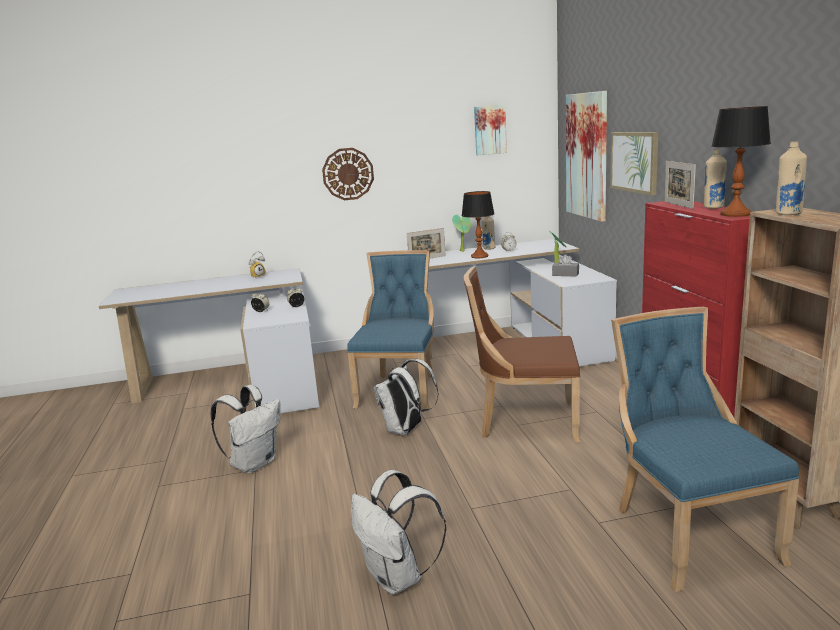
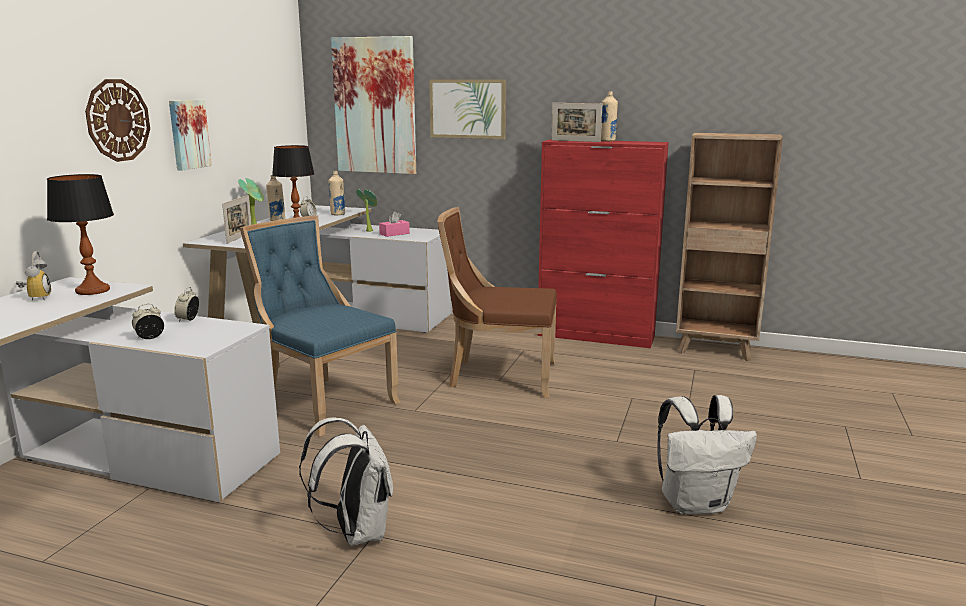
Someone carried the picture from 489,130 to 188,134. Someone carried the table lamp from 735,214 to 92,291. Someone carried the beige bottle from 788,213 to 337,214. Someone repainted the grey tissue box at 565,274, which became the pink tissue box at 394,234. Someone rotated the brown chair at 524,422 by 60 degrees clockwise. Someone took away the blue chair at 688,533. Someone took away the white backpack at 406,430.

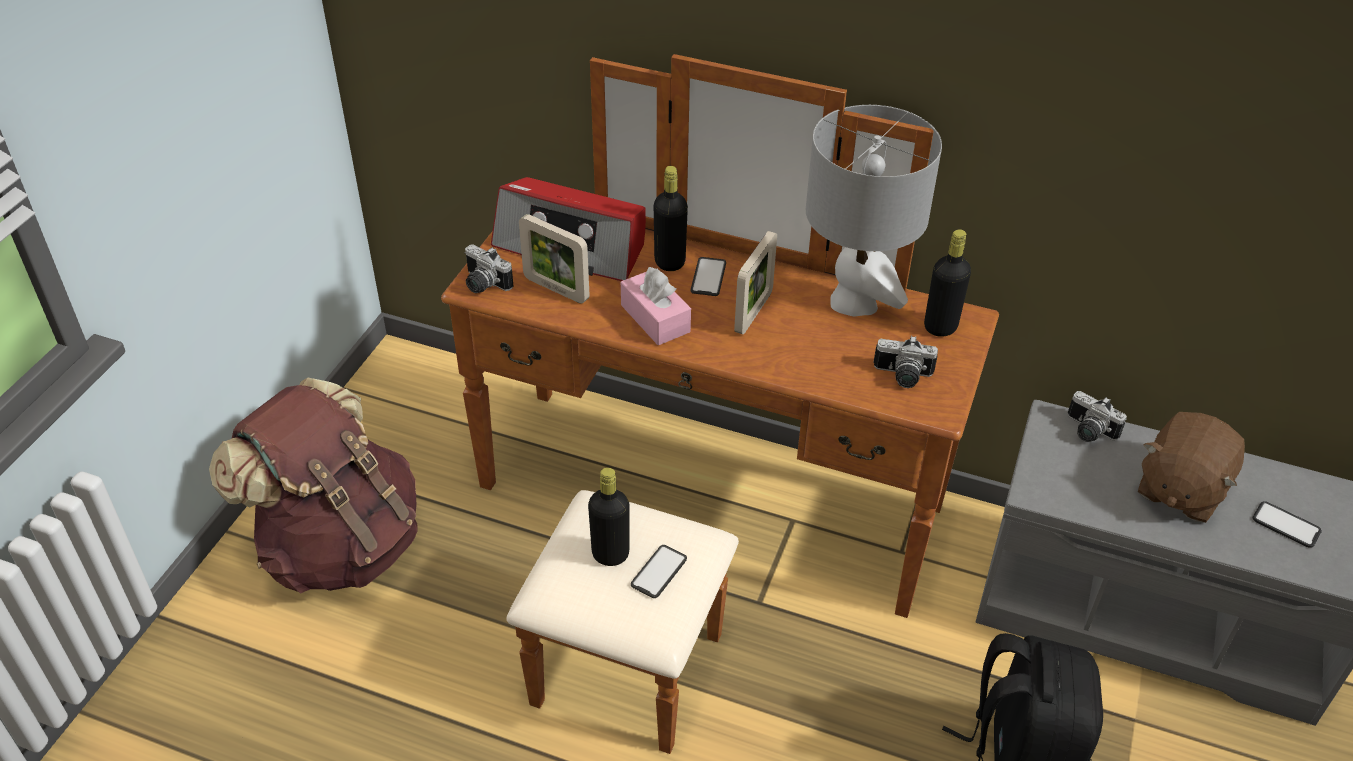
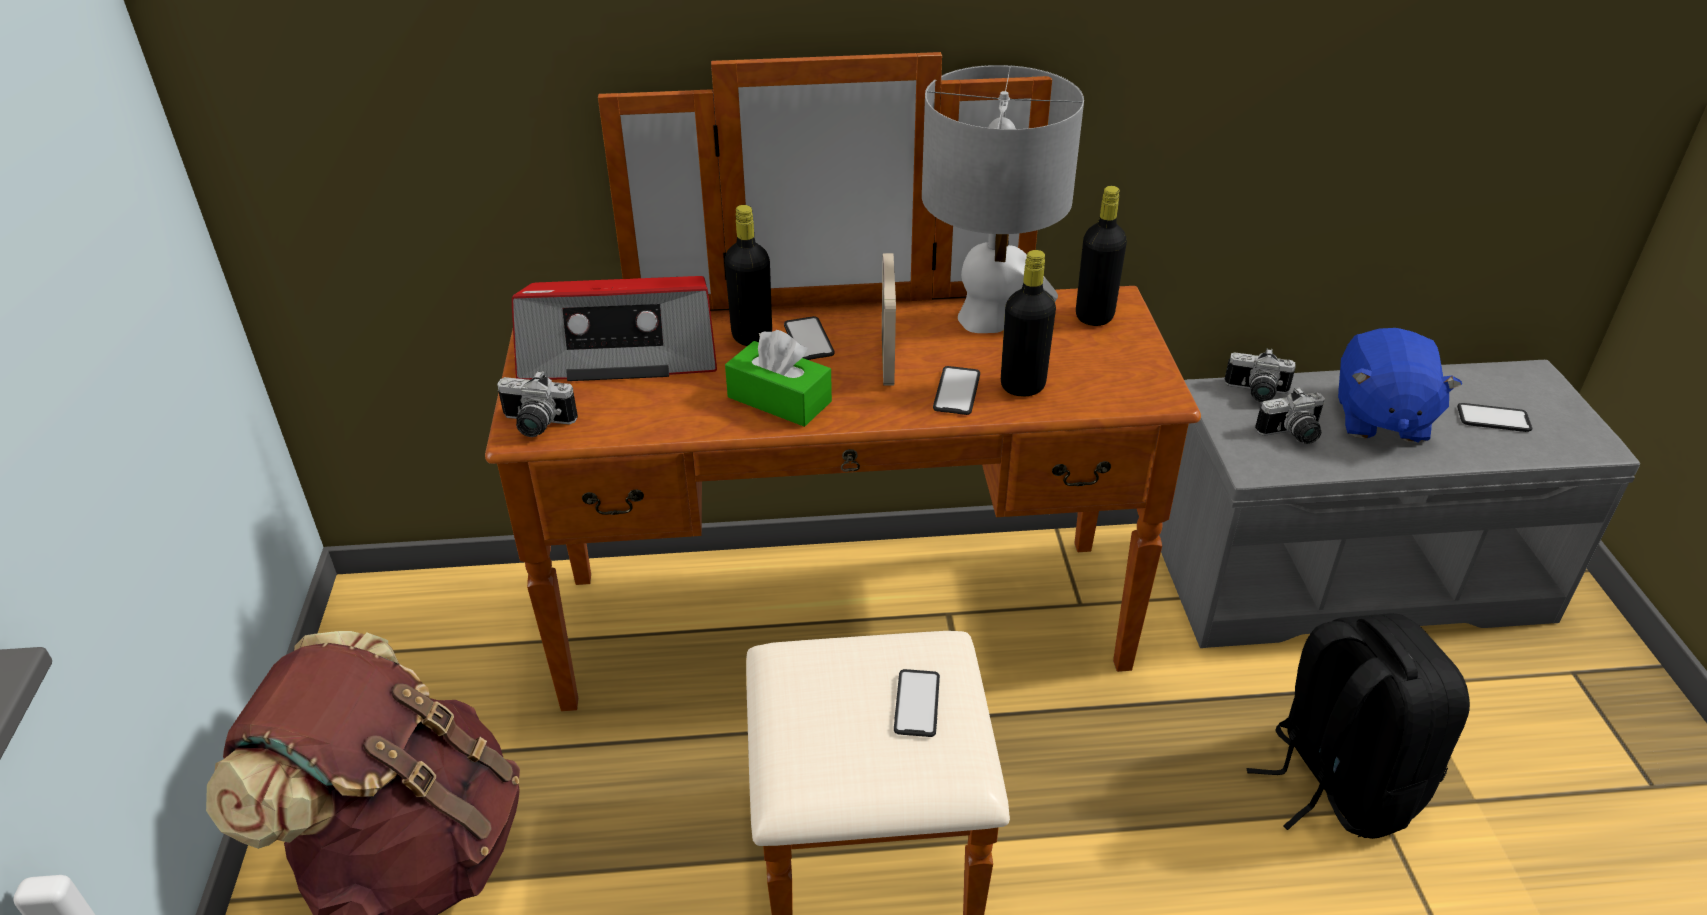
Someone took away the picture frame at 556,289. Someone repainted the pink tissue box at 655,318, which became the green tissue box at 779,399. Someone carried the photo camera from 902,377 to 1293,435. Someone repainted the brown plush toy at 1180,489, which became the blue plush toy at 1379,418. Someone carried the black bottle from 610,554 to 1022,386. Someone put down the phone at 956,391.

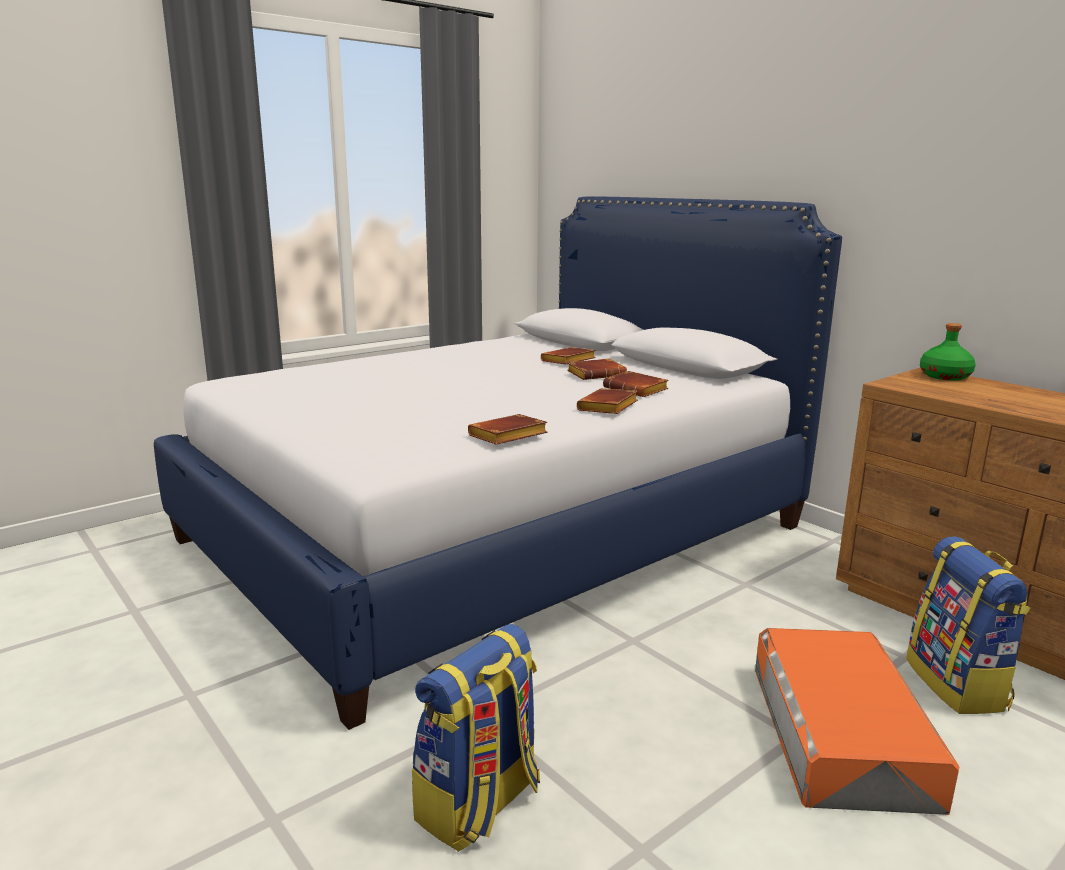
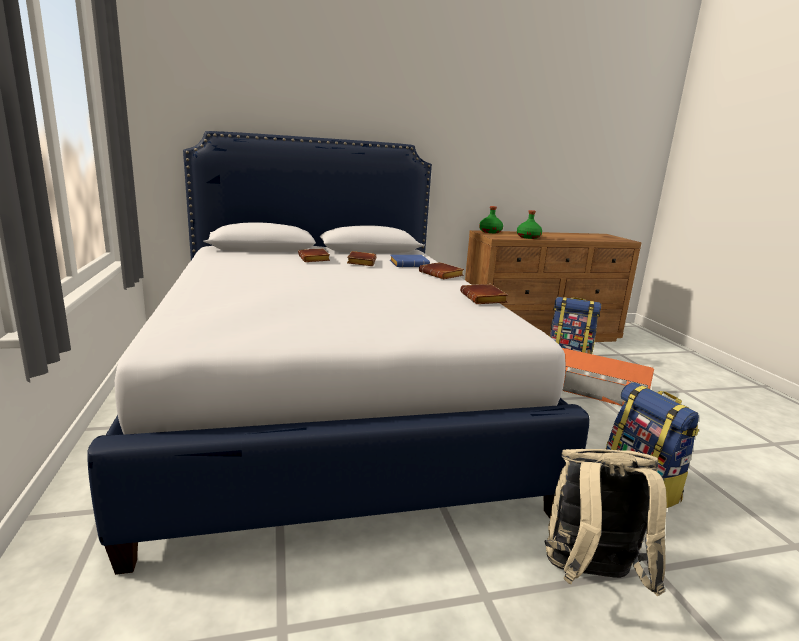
Someone repainted the brown book at 637,390, which became the blue book at 410,264. Someone put down the green bottle at 528,237. Someone put down the beige backpack at 589,576.

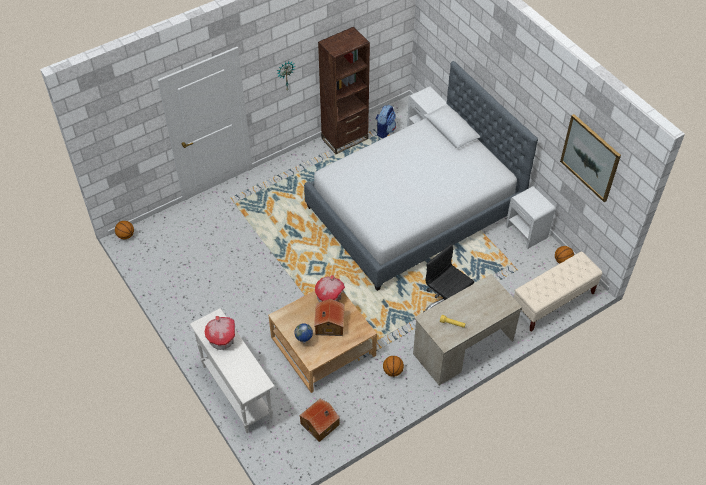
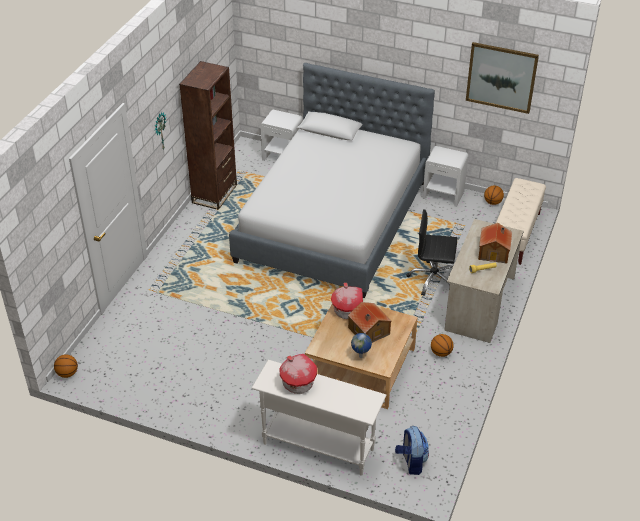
Someone carried the backpack from 384,130 to 411,462. Someone carried the toy house from 320,424 to 494,251.

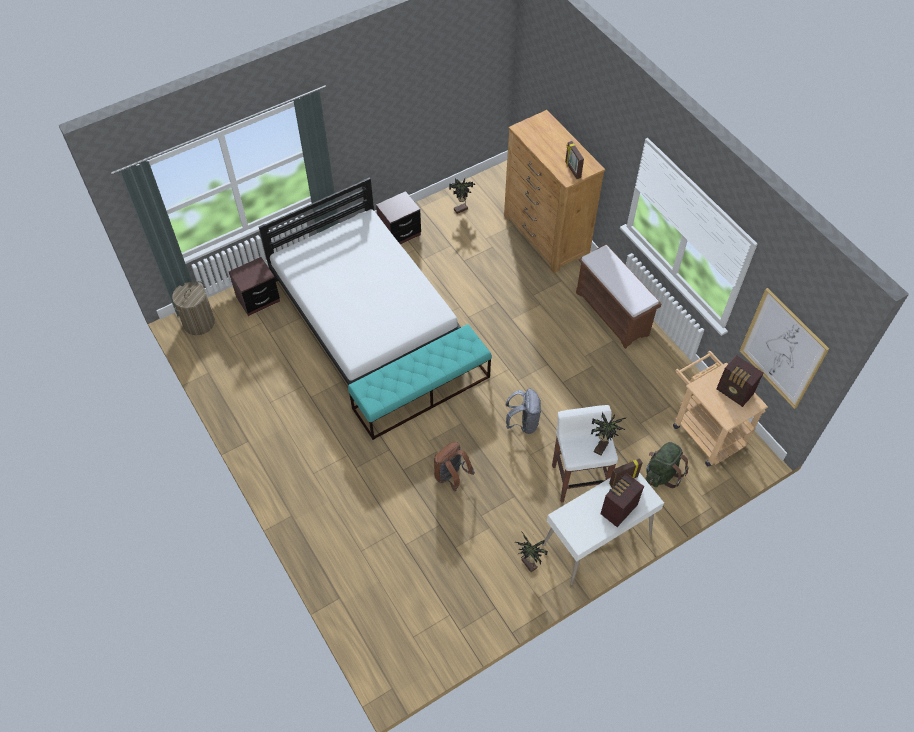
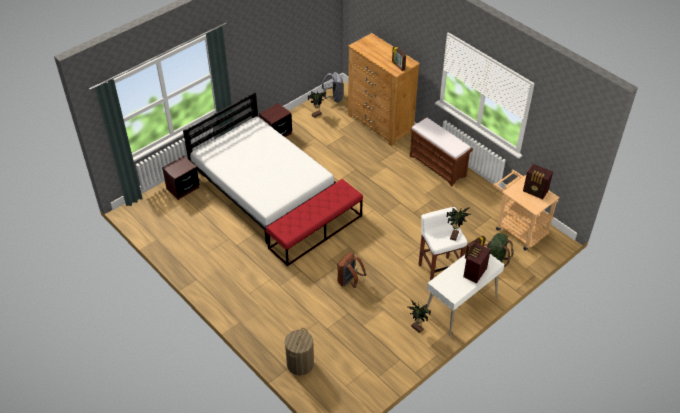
Someone carried the laundry basket from 199,322 to 300,364. Someone took away the picture at 782,349. Someone repainted the turquoise bench at 422,392, which became the red bench at 316,232. Someone carried the grey backpack from 523,423 to 333,98.

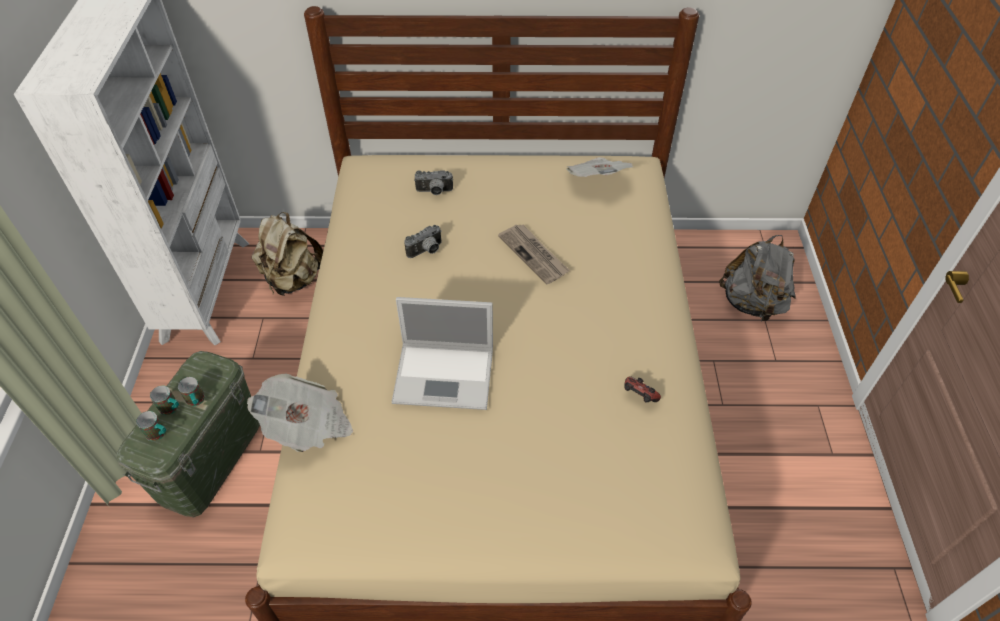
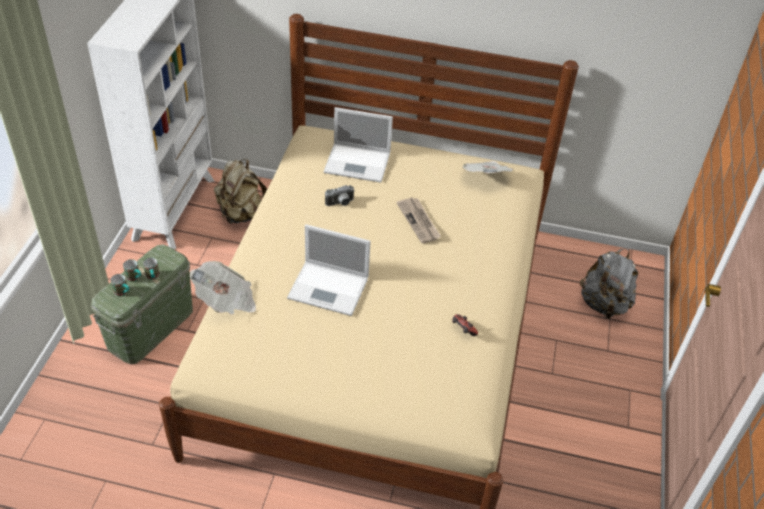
Someone swapped the photo camera at 434,192 for the laptop at 358,163.

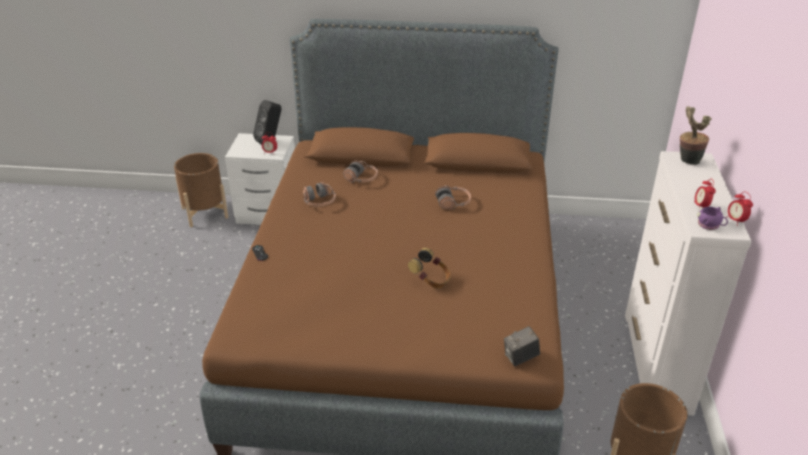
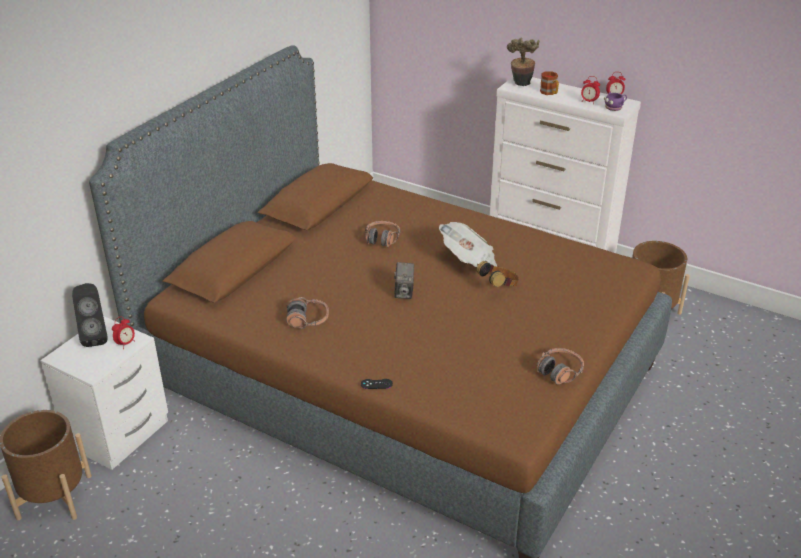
Someone carried the headphones from 361,178 to 559,371. Someone carried the photo camera from 520,358 to 404,292. Someone put down the mug at 550,93. Someone put down the newspaper at 469,260.

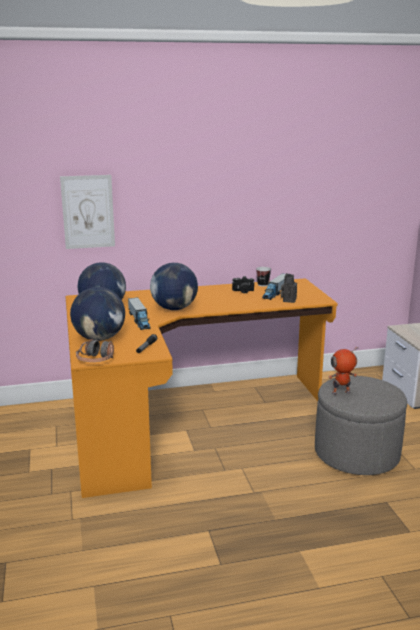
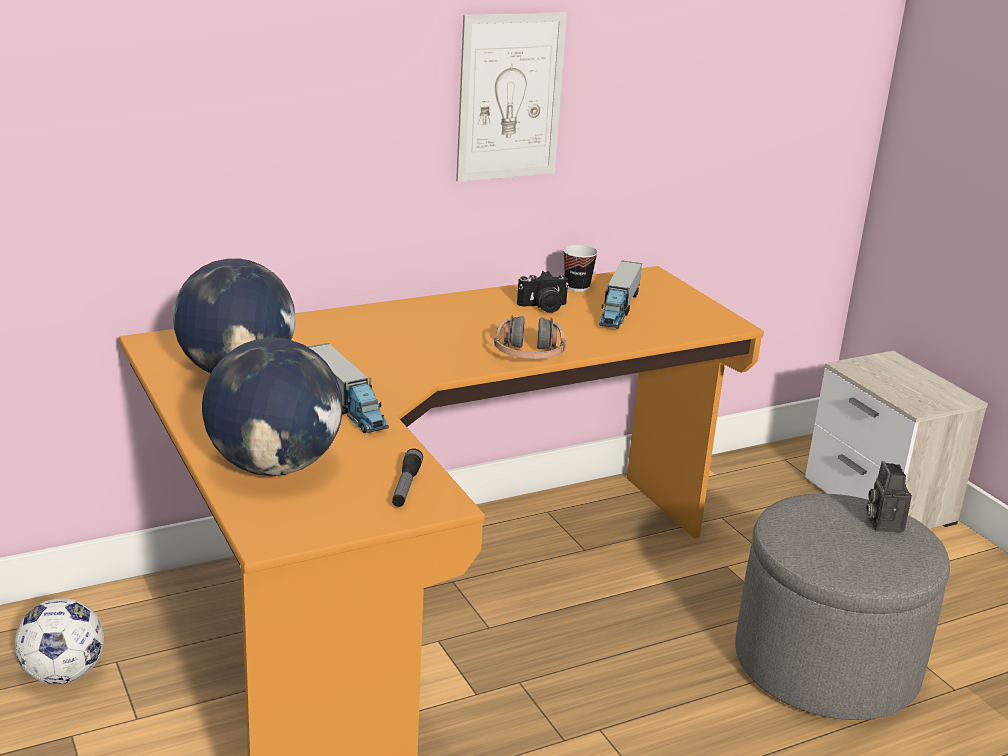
Someone carried the picture from 88,212 to 510,97. Someone took away the globe at 174,308. Someone carried the photo camera from 288,300 to 882,523. Someone carried the headphones from 96,360 to 528,355. Someone took away the toy robot at 341,393. Someone put down the football at 64,675.

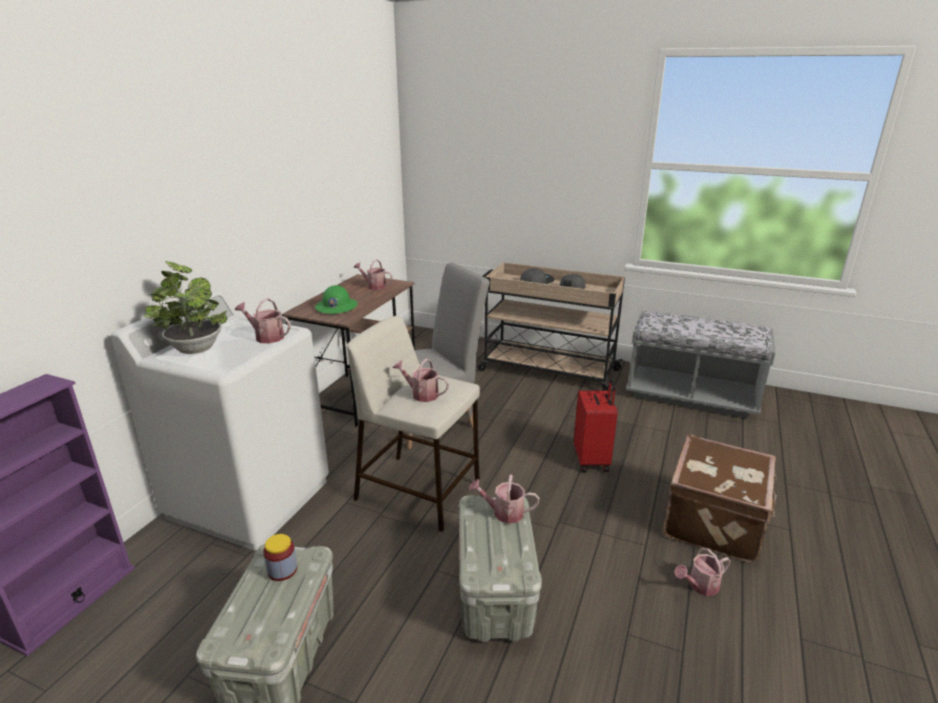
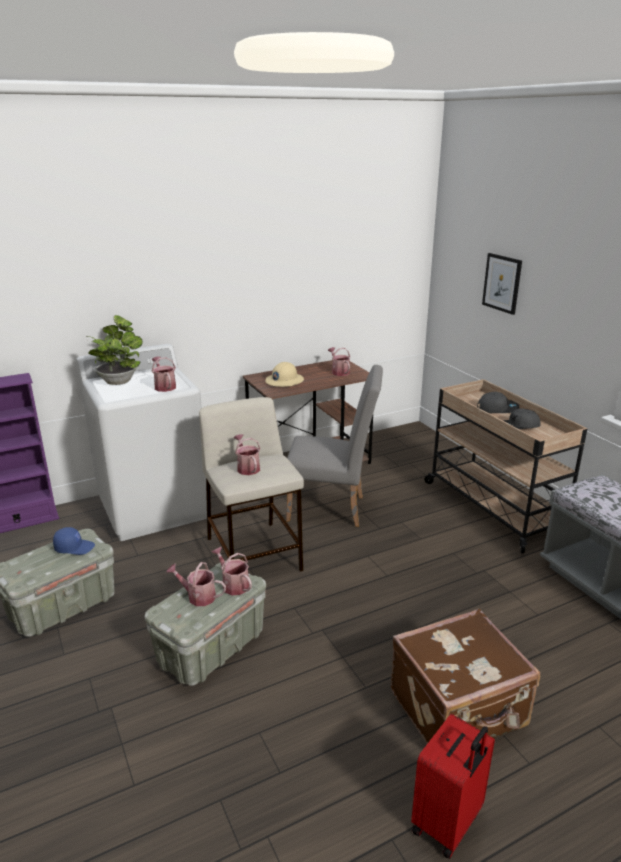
Someone repainted the green hard hat at 336,307, which became the beige hard hat at 284,381. Someone carried the red suitcase from 592,460 to 448,823. Someone swapped the jar at 282,570 for the blue cap at 74,547. Someone carried the watering can from 700,586 to 198,596. Someone put up the picture at 502,283.

